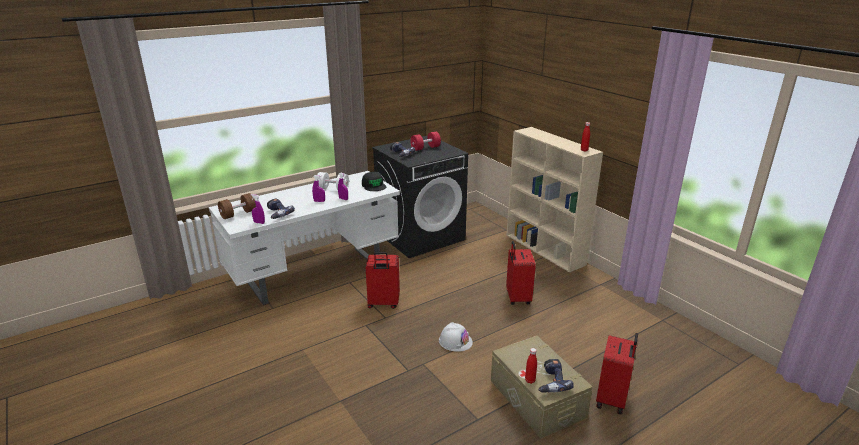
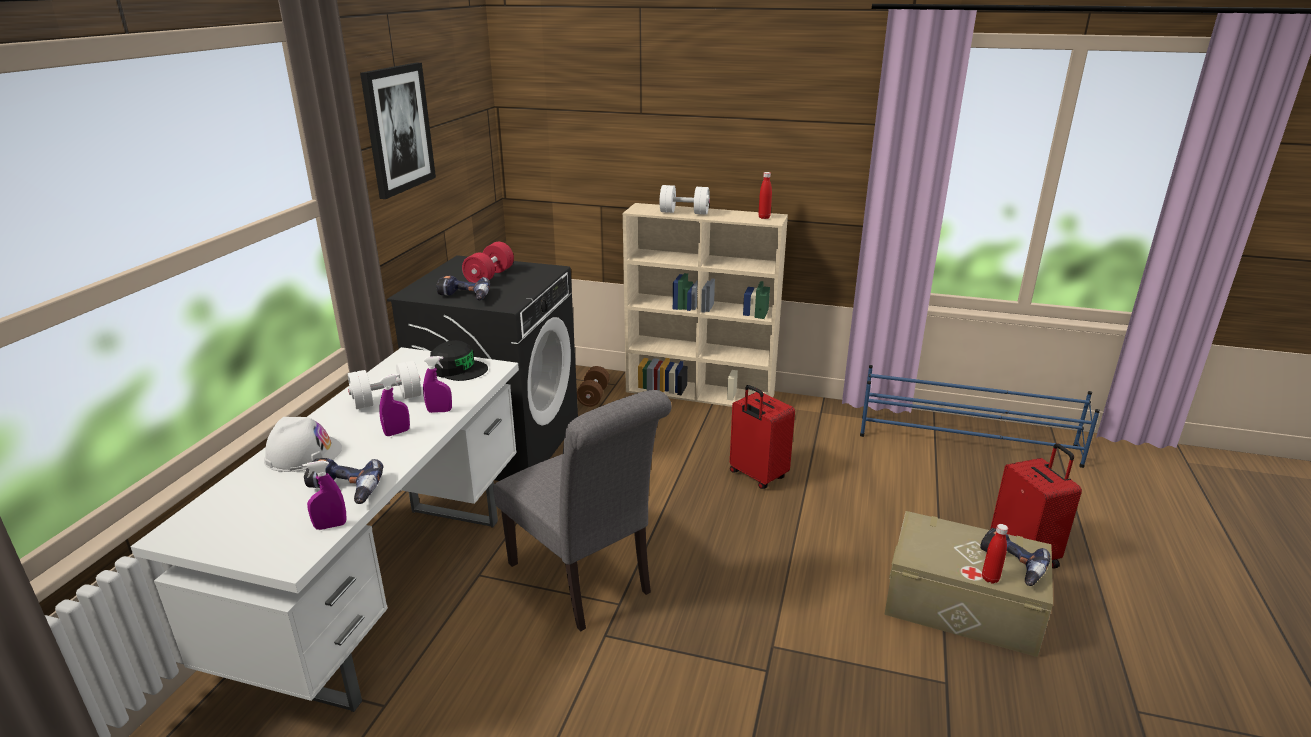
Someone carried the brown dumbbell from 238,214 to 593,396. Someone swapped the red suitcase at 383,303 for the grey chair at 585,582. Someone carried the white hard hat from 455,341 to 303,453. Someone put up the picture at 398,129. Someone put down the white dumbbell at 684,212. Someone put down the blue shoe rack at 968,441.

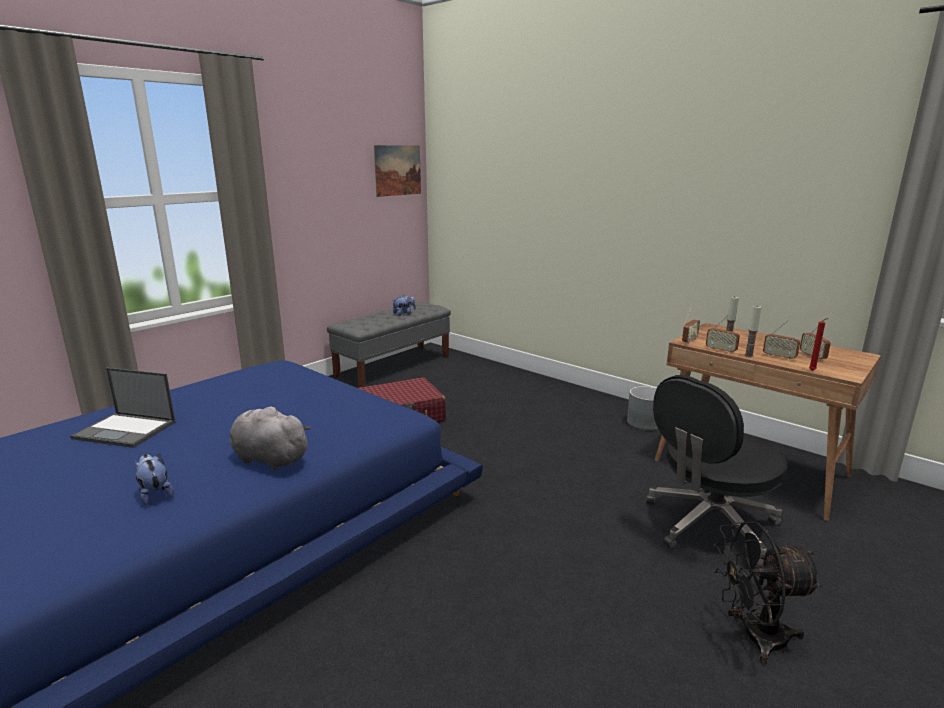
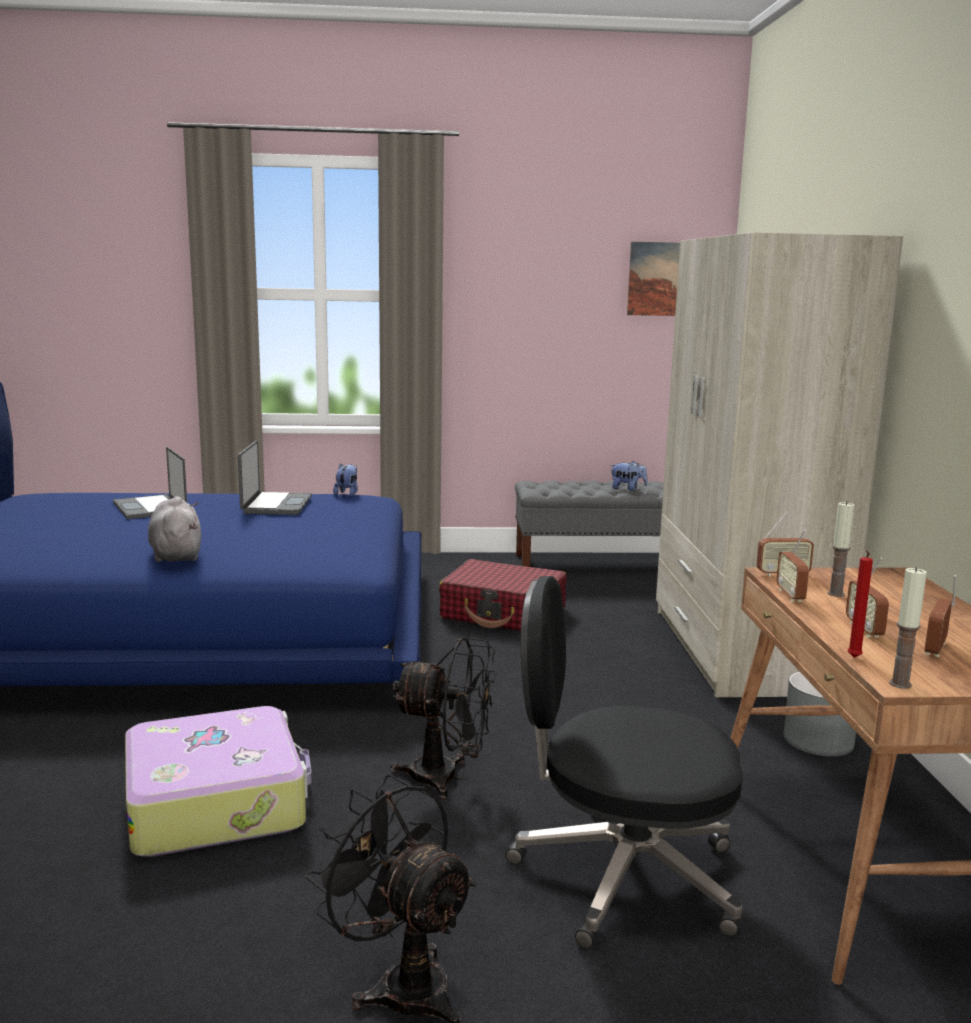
Someone carried the candle from 748,355 to 900,684. Someone carried the plush toy from 155,494 to 347,494. Someone put down the beige wardrobe at 739,650. Someone put down the laptop at 275,505. Someone put down the black fan at 446,778. Someone put down the suitcase at 217,801.

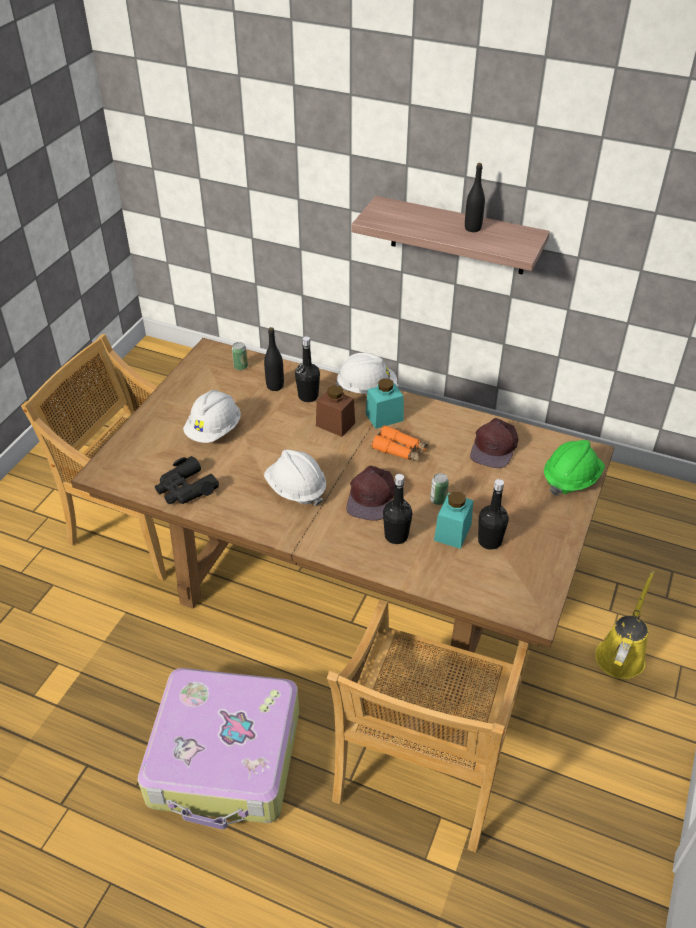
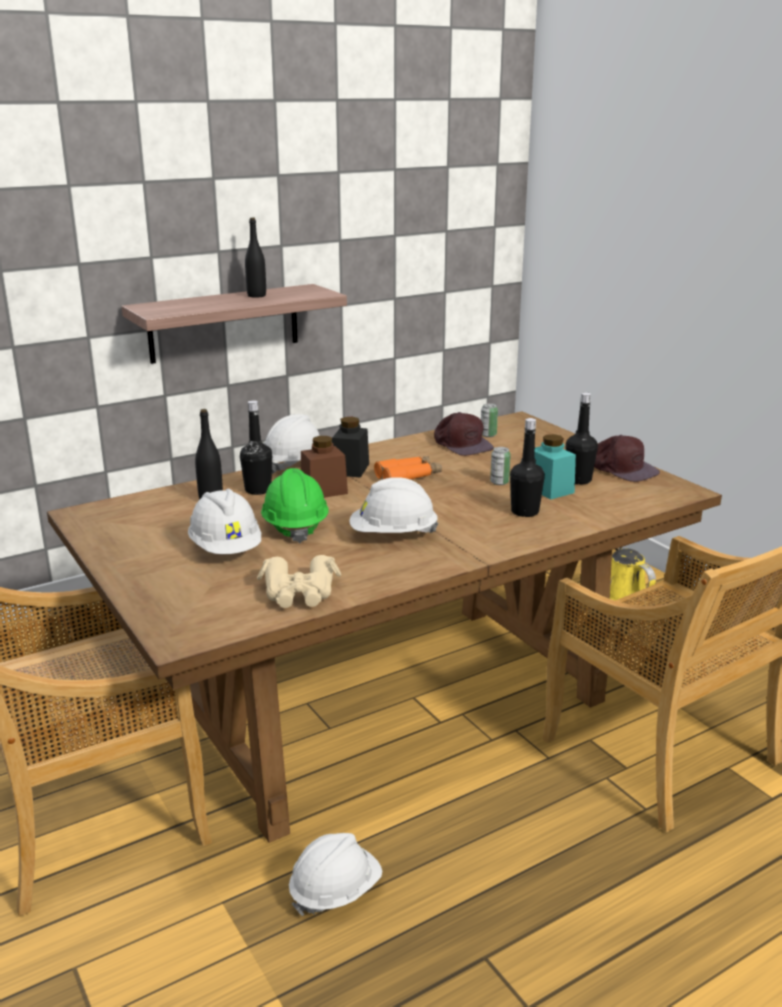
Someone carried the can from 240,367 to 488,435. Someone repainted the turquoise jar at 384,417, which became the black jar at 350,469. Someone carried the green hard hat from 571,479 to 295,526. Someone repainted the black binoculars at 185,489, which became the beige binoculars at 299,592. Someone carried the brown cap from 372,496 to 622,468. Someone took away the suitcase at 225,758. Someone put down the white hard hat at 335,891.

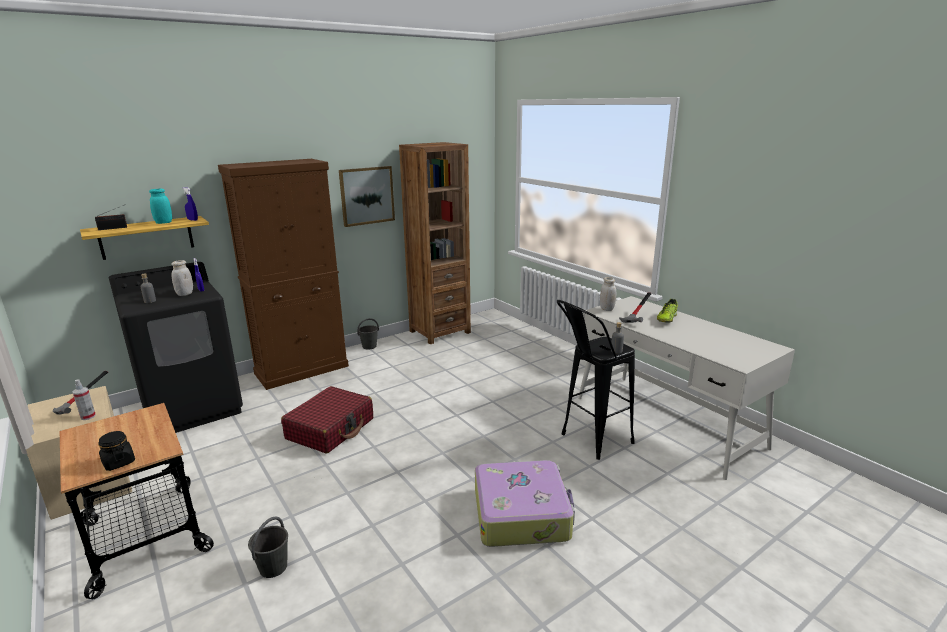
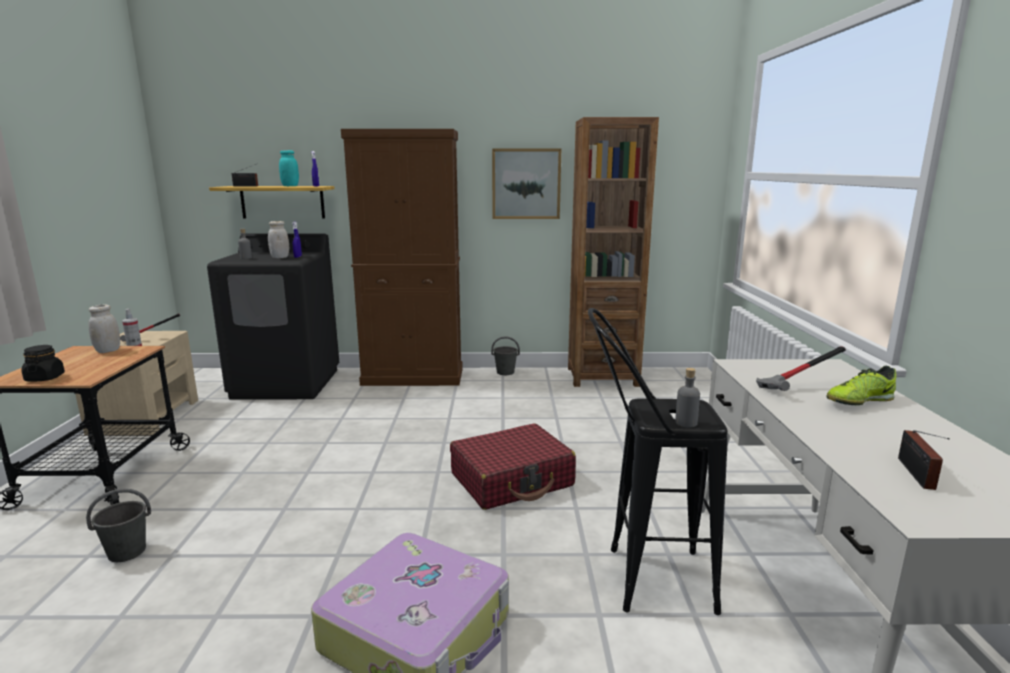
Someone carried the white jar from 607,309 to 108,351. Someone carried the red suitcase from 331,429 to 512,480. Someone put down the radio at 916,475.

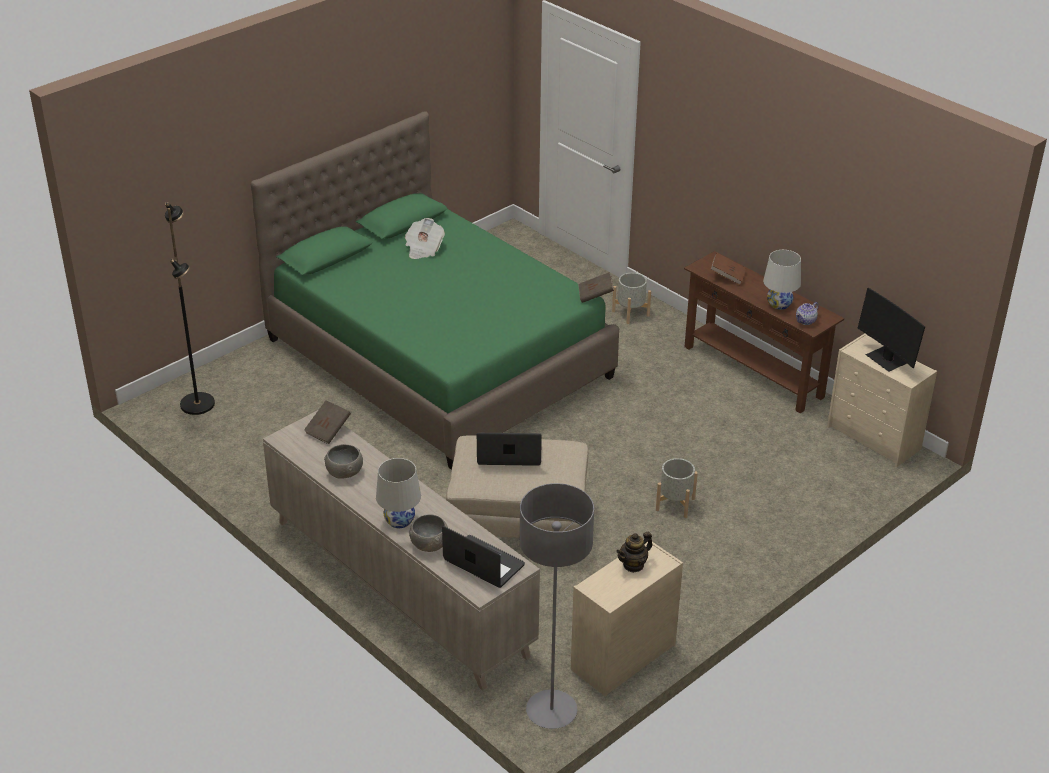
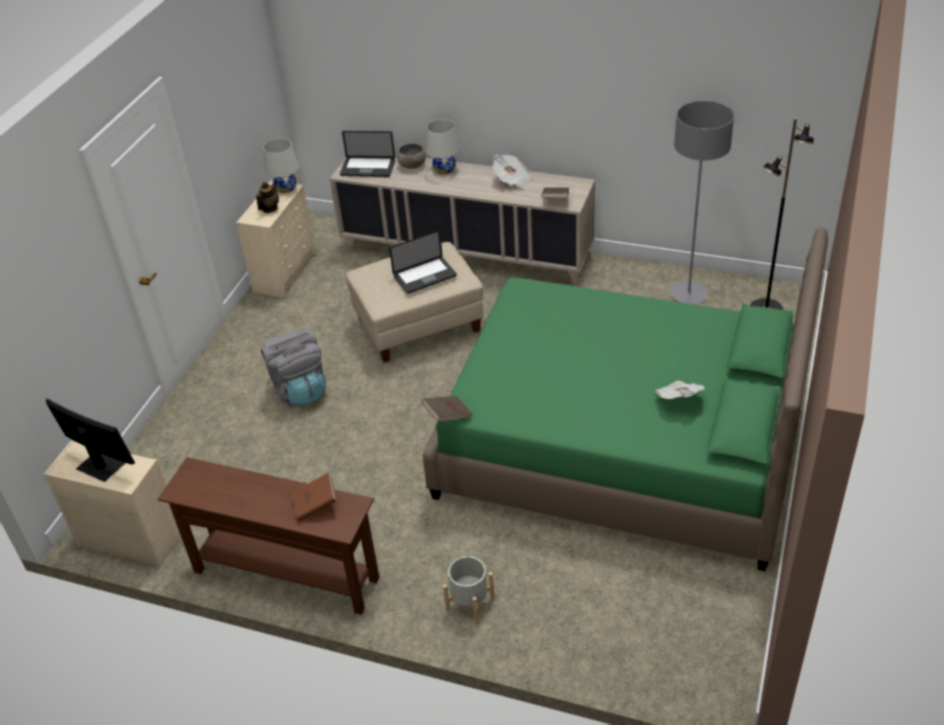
Someone carried the white table lamp from 779,304 to 286,188. Someone took away the teapot at 806,321. Someone swapped the grey bowl at 344,472 for the newspaper at 512,181. Someone swapped the grey planter at 675,504 for the grey backpack at 300,390. Someone carried the grey floor lamp from 551,711 to 688,294.

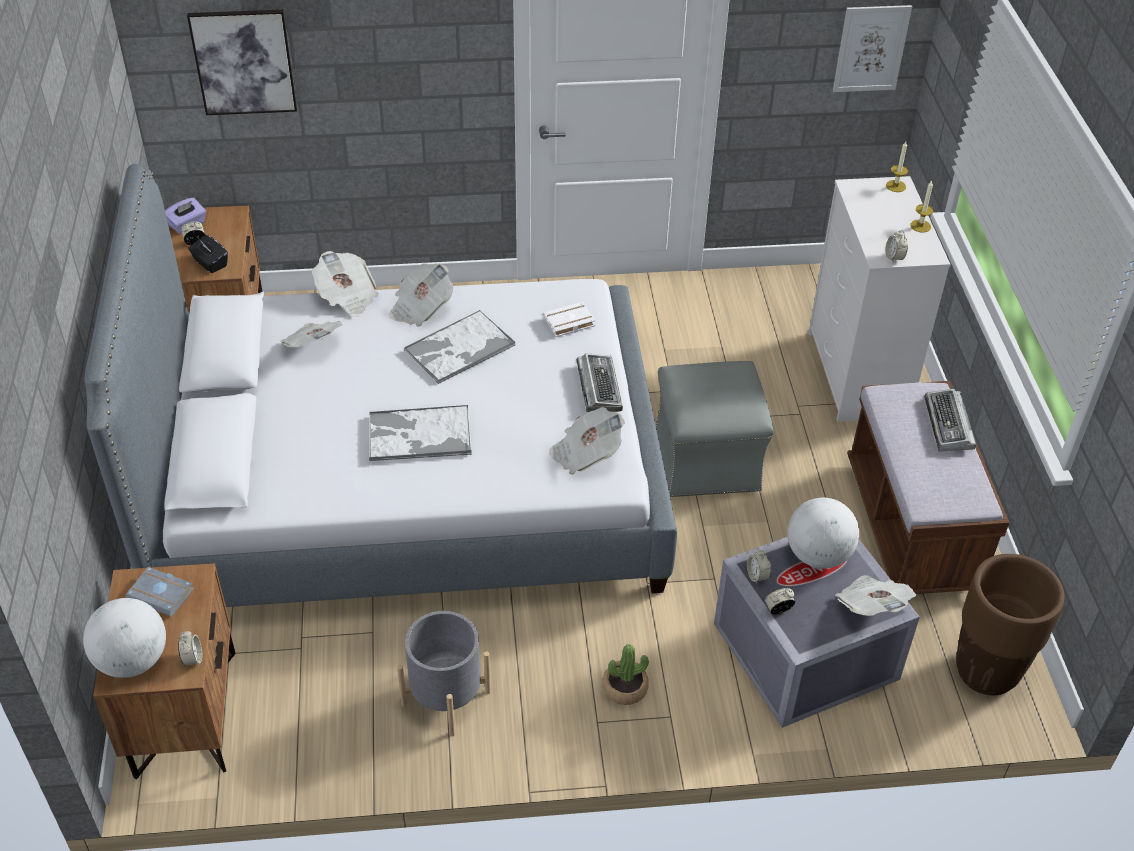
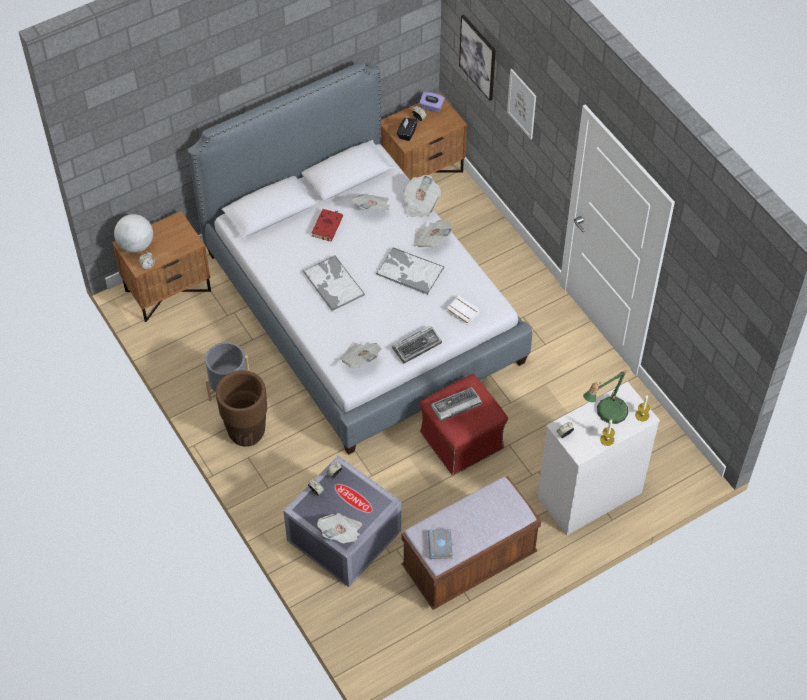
Someone carried the picture from 871,48 to 522,104. Someone repainted the grey ottoman at 706,459, which became the red ottoman at 462,440. Someone carried the keyboard from 948,425 to 455,406. Someone took away the globe at 818,555. Someone carried the brown planter from 986,672 to 246,433. Someone carried the grey book from 162,594 to 441,546. Someone took away the potted plant at 625,688. Someone put down the red book at 327,226. Someone put down the table lamp at 607,413.

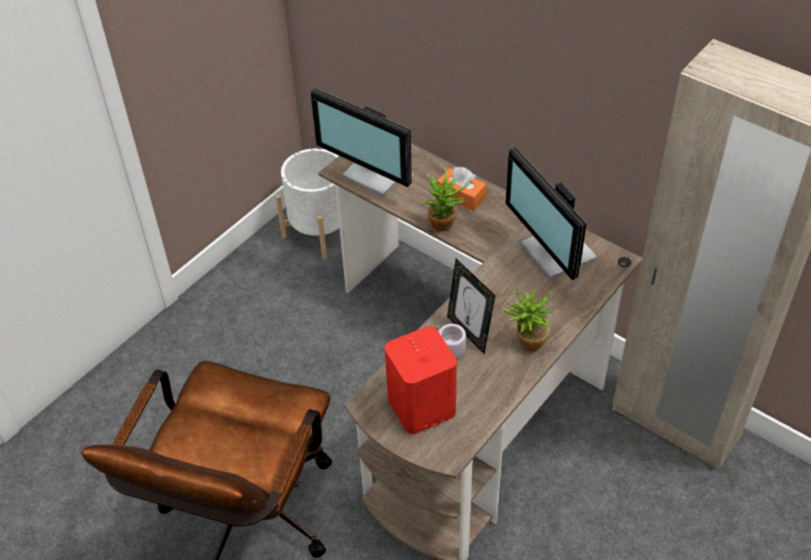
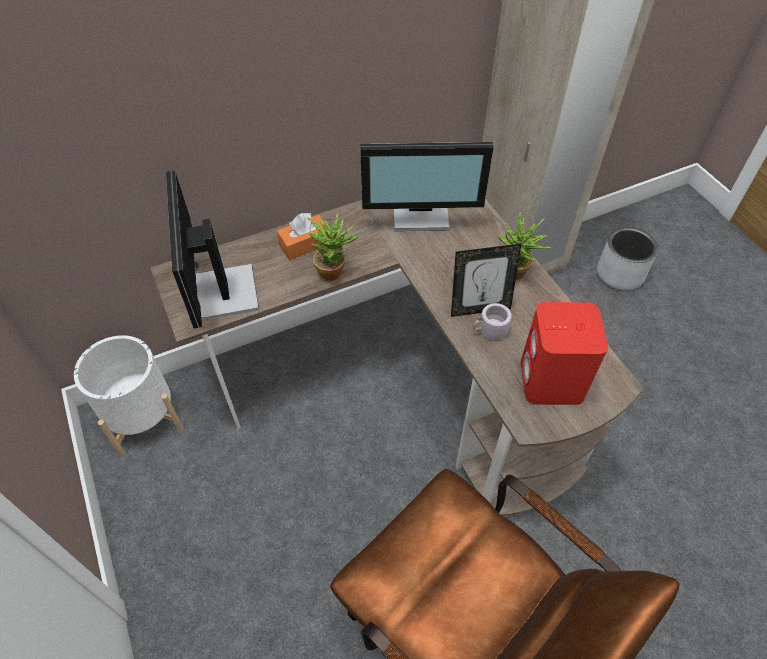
Someone rotated the monitor at 376,174 by 105 degrees clockwise. Someone put down the grey planter at 620,273.

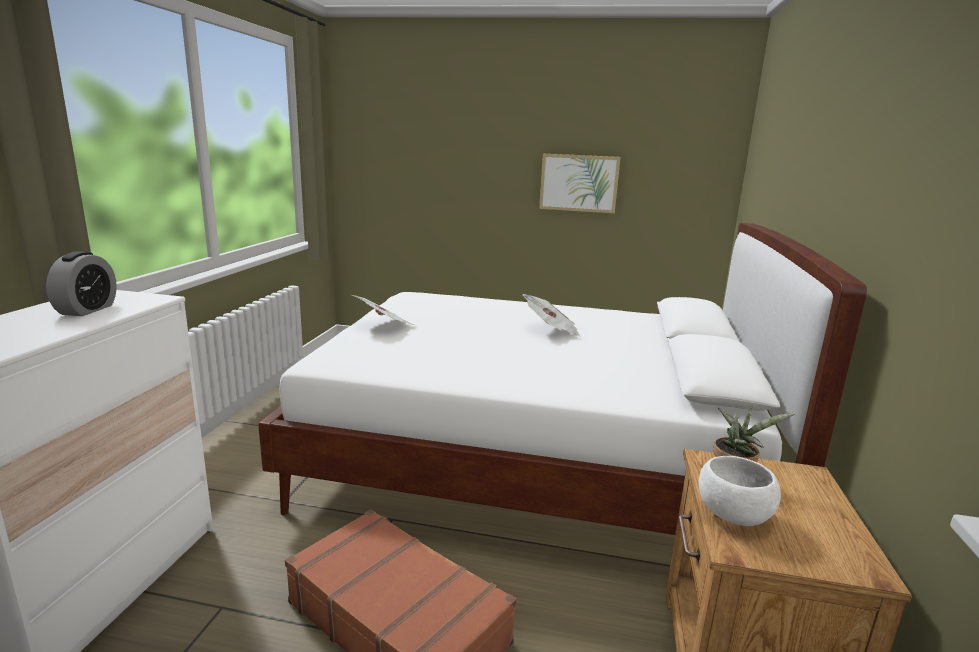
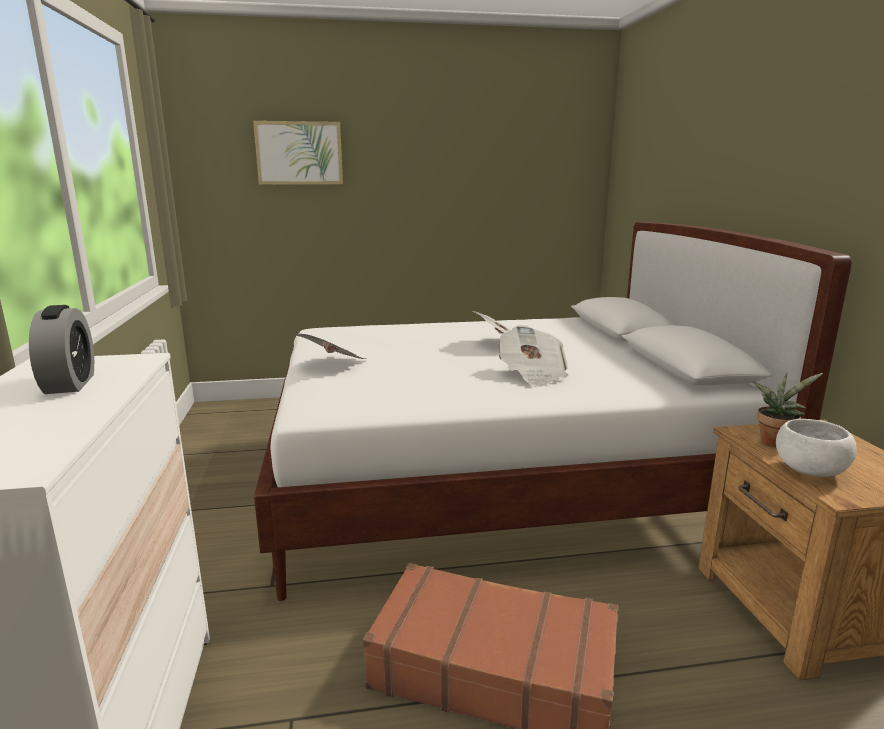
Someone carried the picture from 579,183 to 299,153. Someone put down the newspaper at 532,374.

